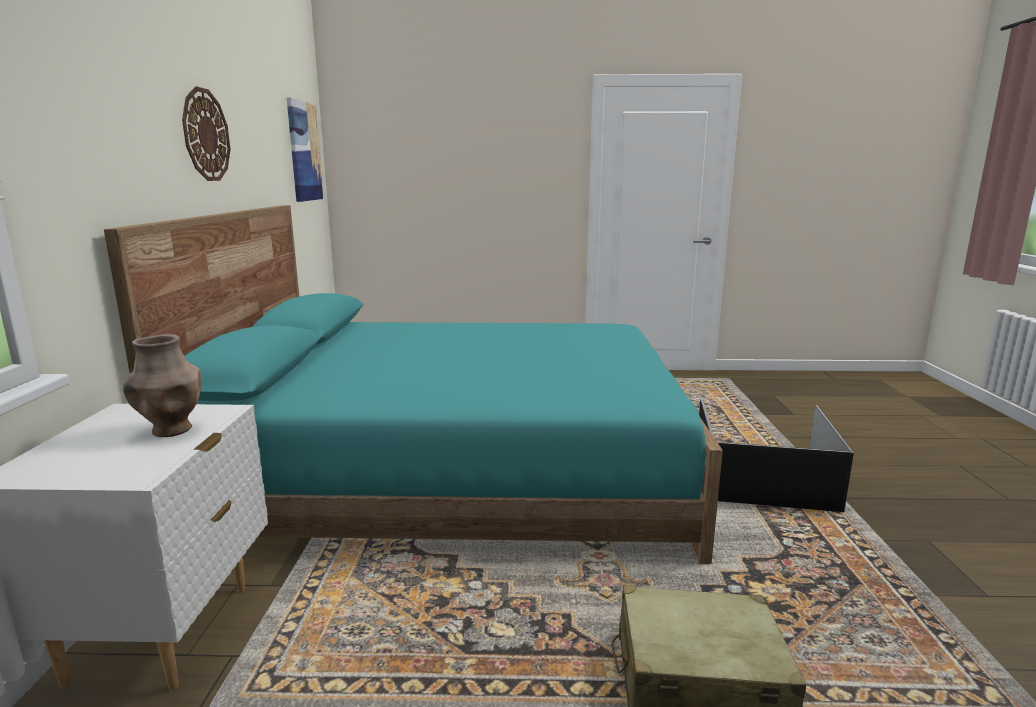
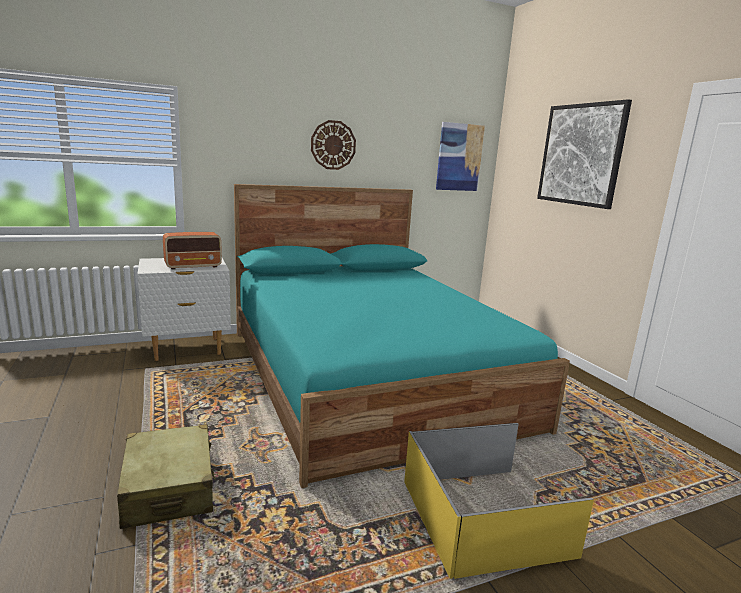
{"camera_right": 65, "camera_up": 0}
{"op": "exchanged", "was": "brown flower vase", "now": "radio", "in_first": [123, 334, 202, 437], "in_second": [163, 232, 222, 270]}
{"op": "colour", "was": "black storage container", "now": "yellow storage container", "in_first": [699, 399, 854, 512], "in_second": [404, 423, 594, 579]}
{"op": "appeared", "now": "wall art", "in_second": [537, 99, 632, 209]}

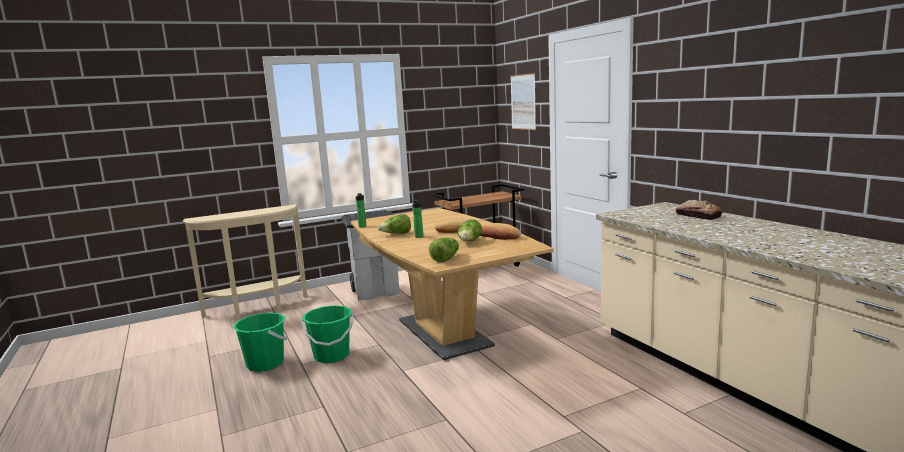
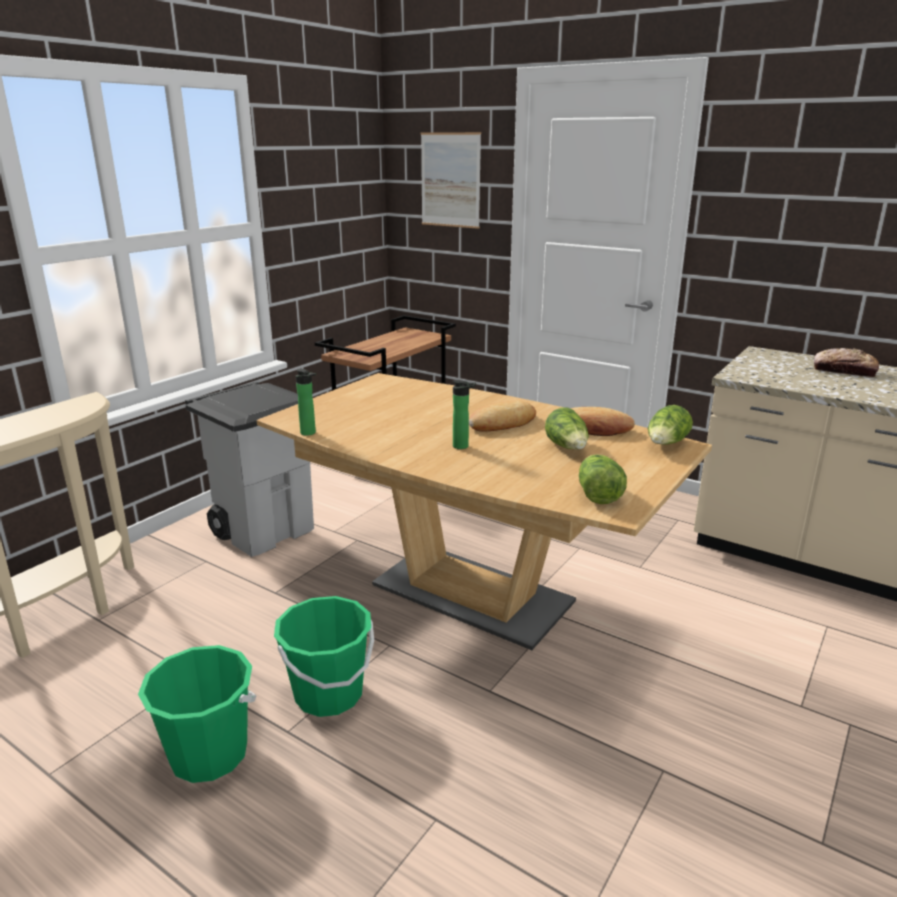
{"camera_right": -30, "camera_up": 10}
{"op": "relocated", "was": "head of lettuce", "in_first": [378, 214, 411, 234], "in_second": [648, 405, 693, 445]}

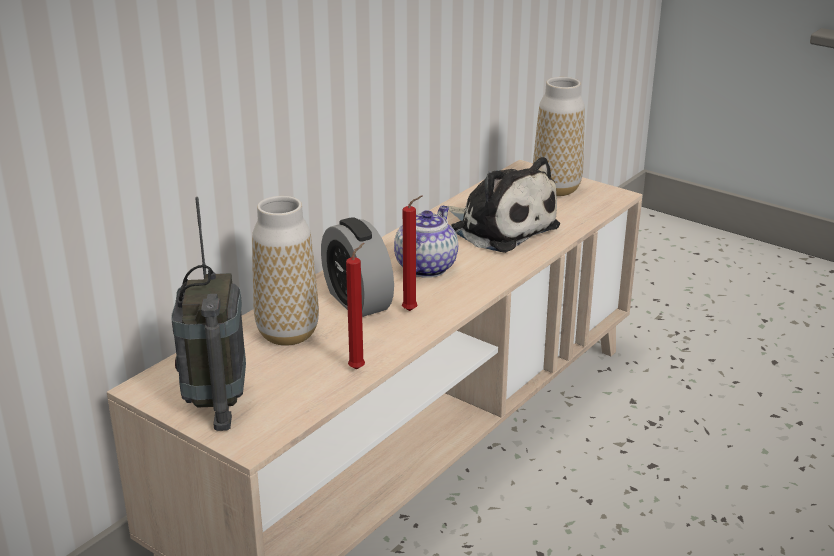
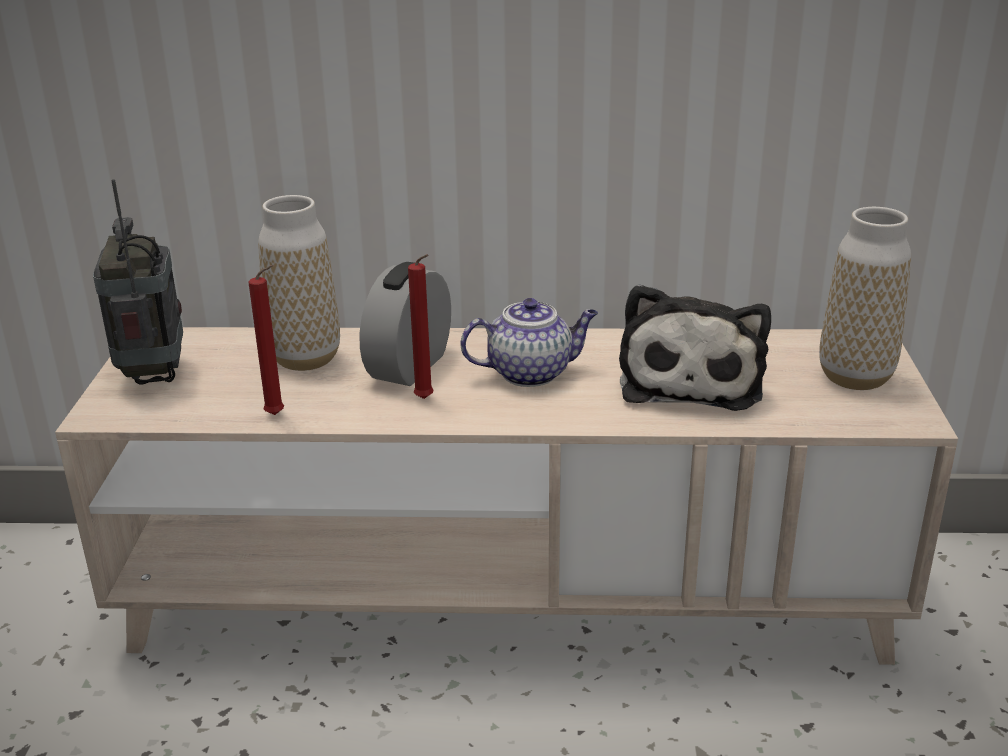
{"camera_right": 55, "camera_up": 0}
{"op": "spun", "was": "radio", "in_first": [171, 197, 246, 431], "in_second": [93, 179, 183, 385], "clockwise": 120}

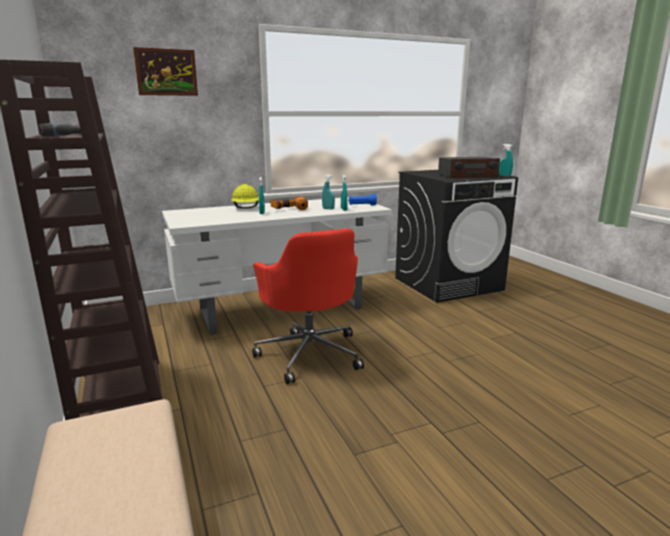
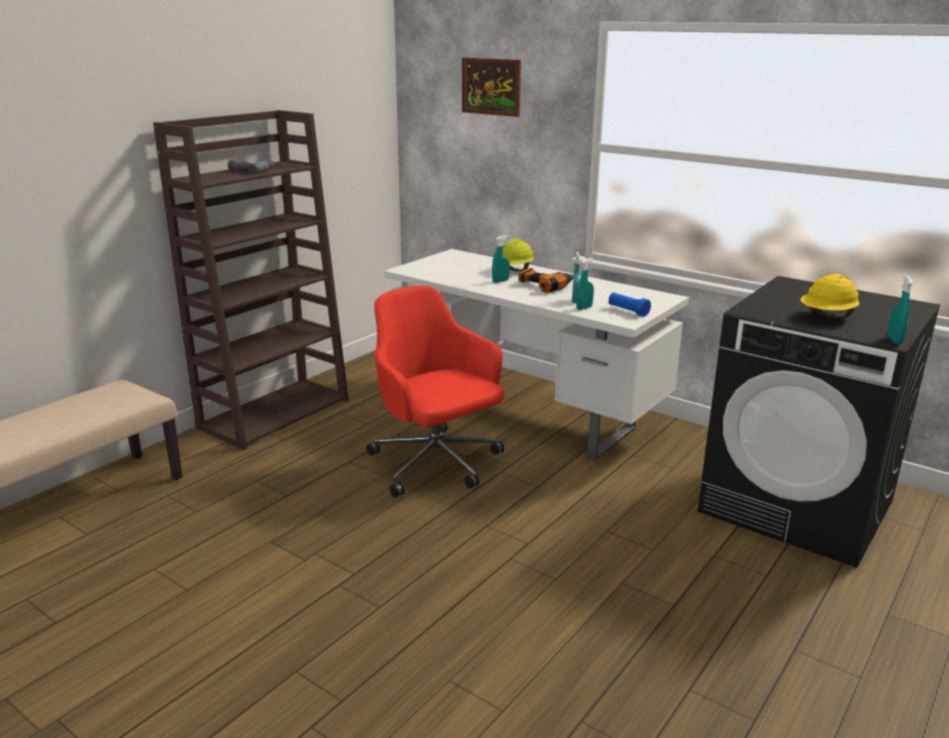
{"camera_right": 60, "camera_up": 5}
{"op": "spun", "was": "red-coloured computer chair", "in_first": [252, 228, 364, 384], "in_second": [366, 286, 504, 497], "clockwise": 105}
{"op": "exchanged", "was": "radio", "now": "yellow work helmet", "in_first": [438, 157, 500, 178], "in_second": [801, 274, 859, 318]}

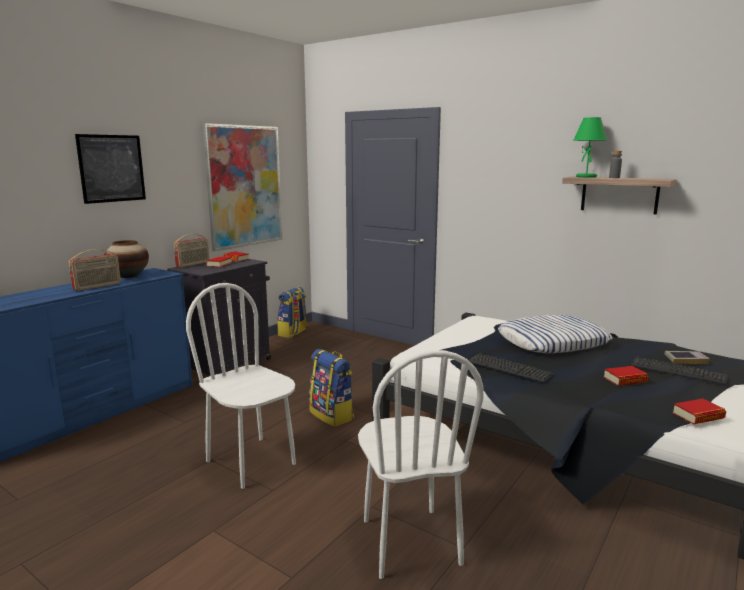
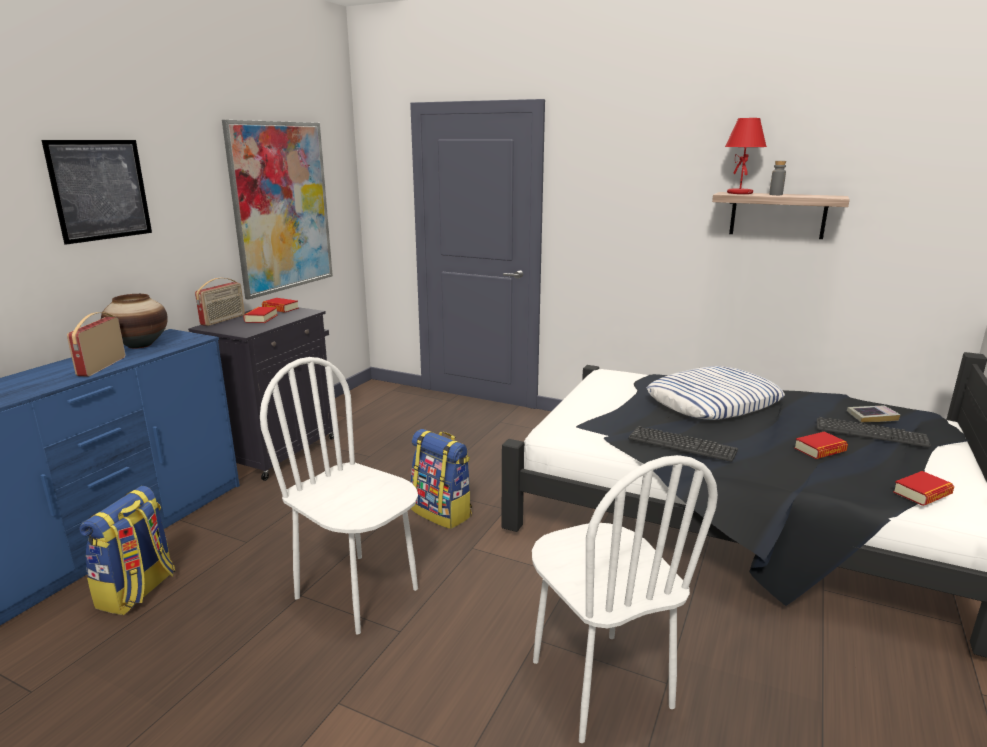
{"camera_right": -10, "camera_up": 5}
{"op": "spun", "was": "radio", "in_first": [69, 249, 121, 291], "in_second": [67, 312, 125, 376], "clockwise": 150}
{"op": "relocated", "was": "rucksack", "in_first": [277, 287, 308, 338], "in_second": [79, 486, 175, 615]}
{"op": "colour", "was": "green-coloured table lamp", "now": "red-coloured table lamp", "in_first": [573, 117, 607, 177], "in_second": [725, 118, 767, 194]}

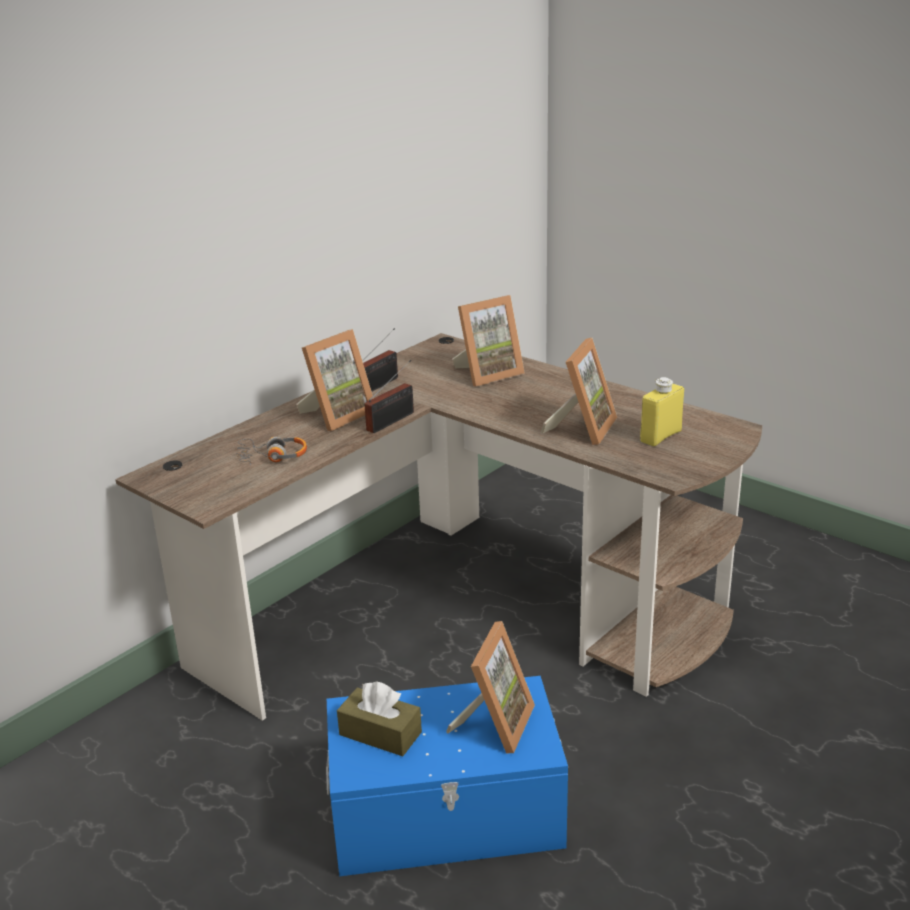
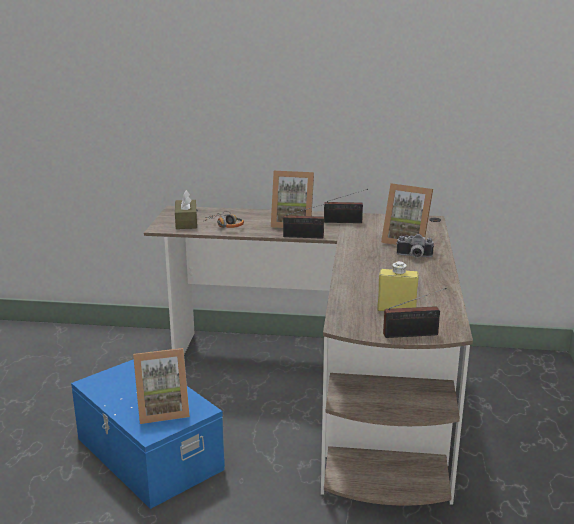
{"camera_right": 55, "camera_up": -5}
{"op": "relocated", "was": "brown box of tissues", "in_first": [337, 681, 422, 756], "in_second": [175, 190, 197, 229]}
{"op": "appeared", "now": "radio", "in_second": [383, 288, 447, 338]}
{"op": "appeared", "now": "still camera", "in_second": [396, 234, 434, 258]}
{"op": "missing", "was": "photo frame", "in_first": [541, 338, 617, 445]}

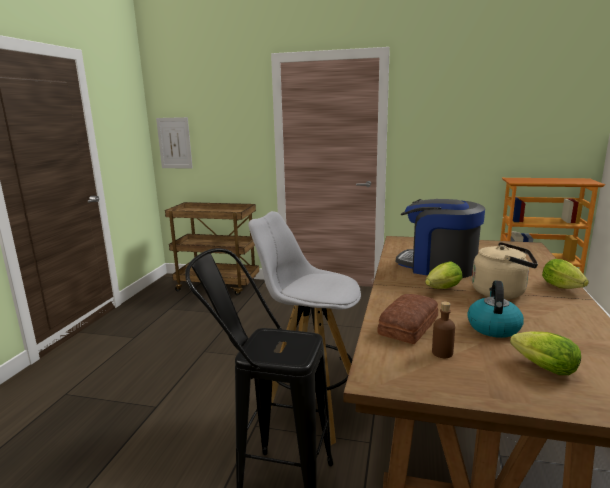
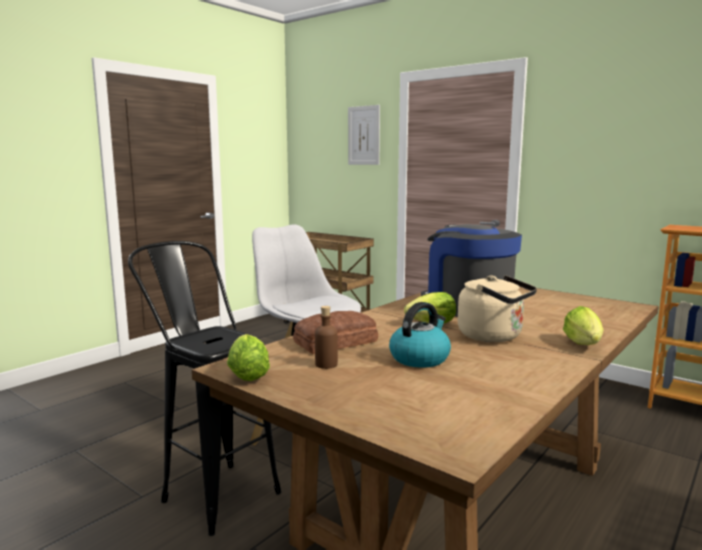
{"camera_right": 25, "camera_up": -5}
{"op": "relocated", "was": "head of lettuce", "in_first": [510, 331, 581, 375], "in_second": [227, 334, 270, 381]}
{"op": "relocated", "was": "wall art", "in_first": [156, 117, 193, 168], "in_second": [348, 105, 380, 165]}

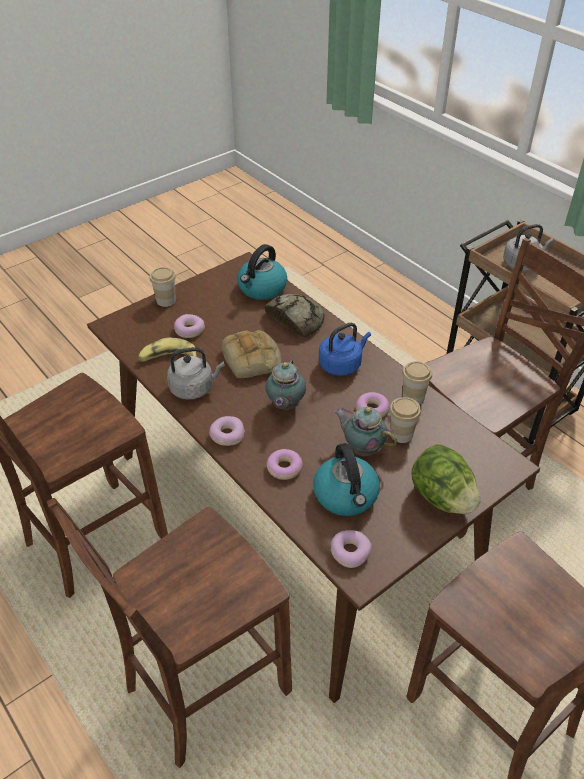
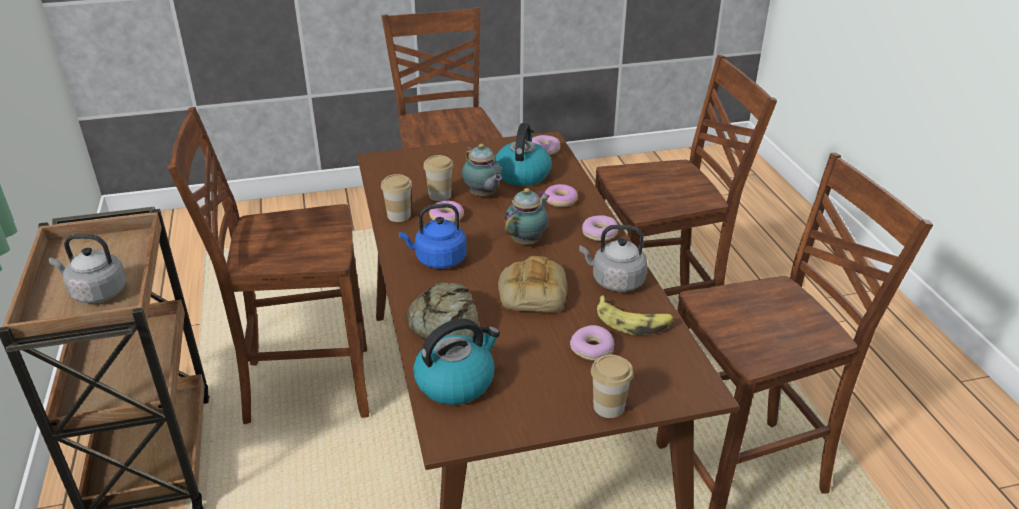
{"camera_right": -155, "camera_up": -10}
{"op": "missing", "was": "head of lettuce", "in_first": [412, 444, 480, 514]}

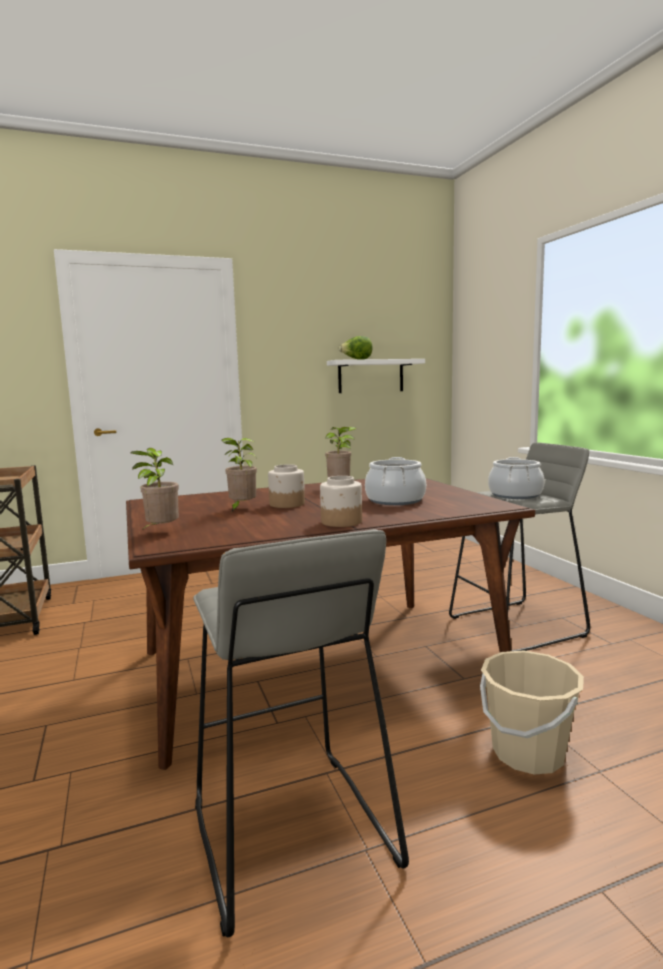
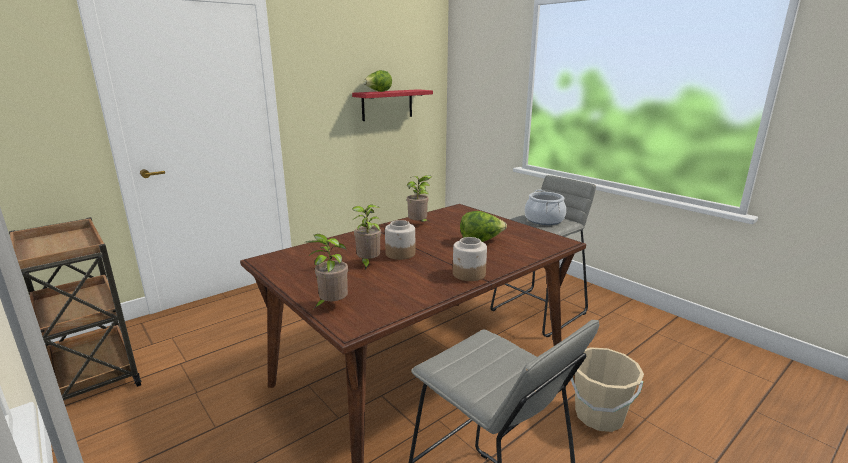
{"camera_right": -20, "camera_up": 10}
{"op": "colour", "was": "white-coloured bracket shelf", "now": "red-coloured bracket shelf", "in_first": [327, 359, 425, 393], "in_second": [352, 89, 433, 121]}
{"op": "exchanged", "was": "stockpot", "now": "head of lettuce", "in_first": [365, 457, 426, 505], "in_second": [460, 211, 507, 242]}

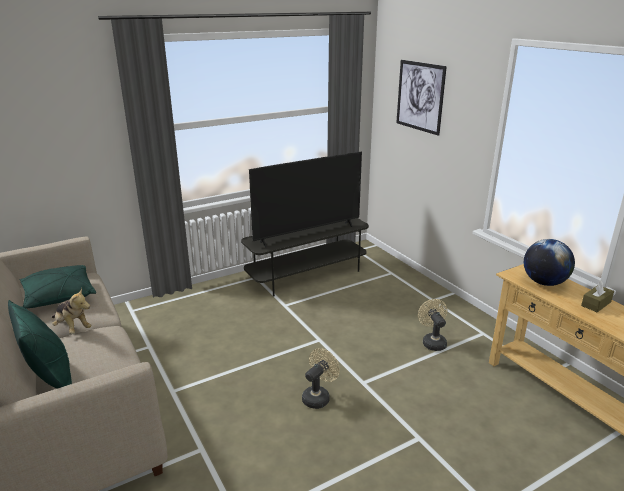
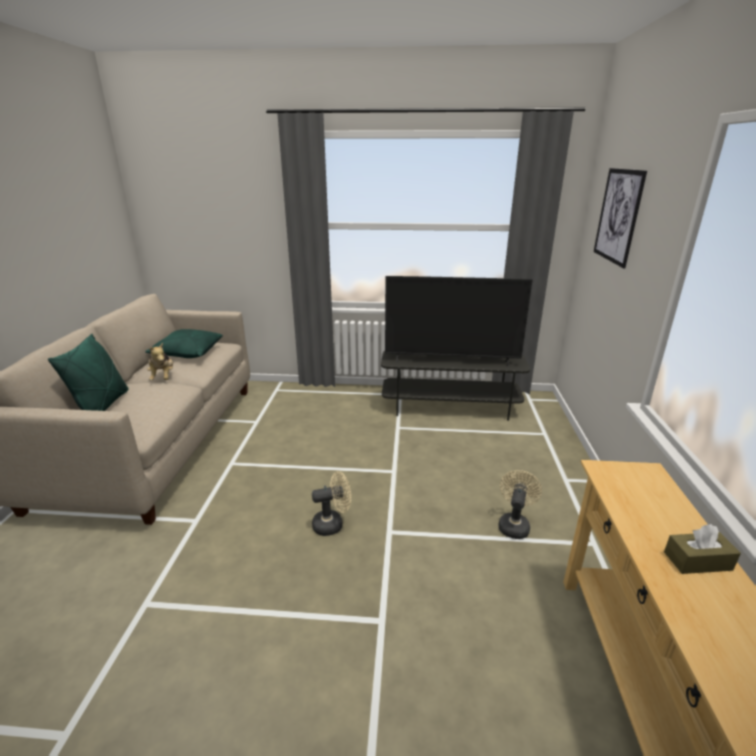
{"camera_right": 35, "camera_up": 0}
{"op": "missing", "was": "globe", "in_first": [524, 239, 575, 286]}

